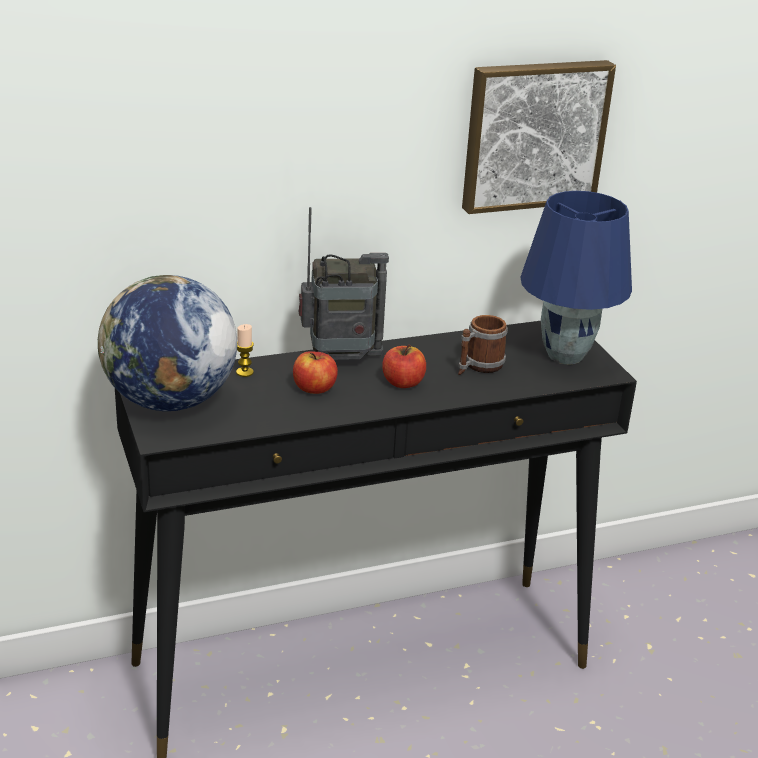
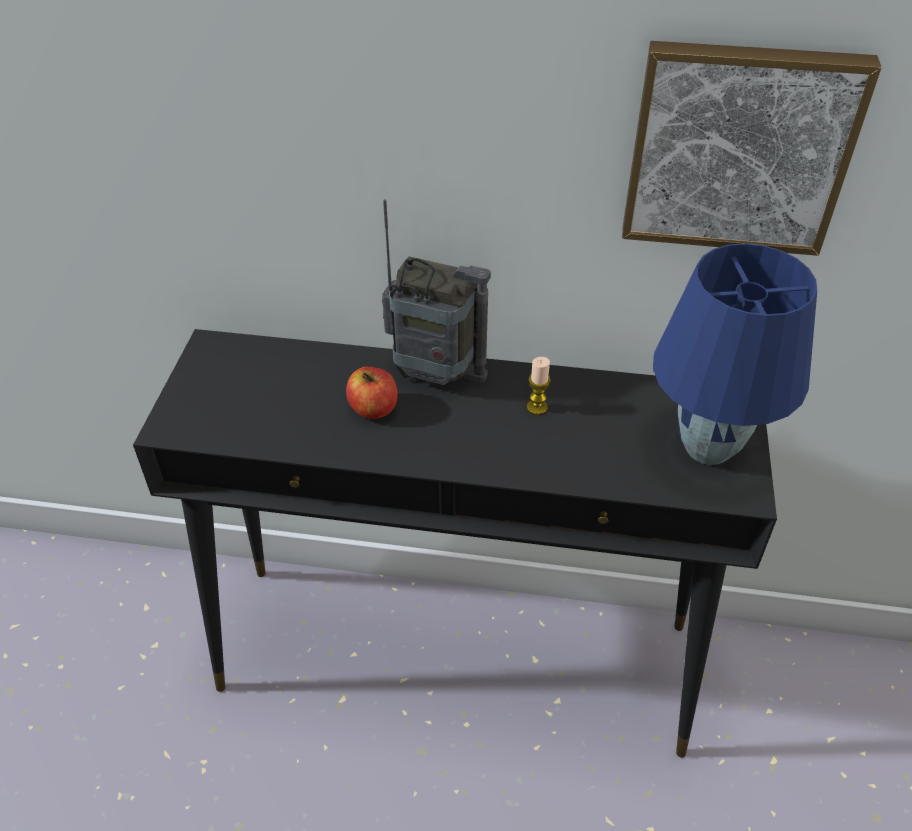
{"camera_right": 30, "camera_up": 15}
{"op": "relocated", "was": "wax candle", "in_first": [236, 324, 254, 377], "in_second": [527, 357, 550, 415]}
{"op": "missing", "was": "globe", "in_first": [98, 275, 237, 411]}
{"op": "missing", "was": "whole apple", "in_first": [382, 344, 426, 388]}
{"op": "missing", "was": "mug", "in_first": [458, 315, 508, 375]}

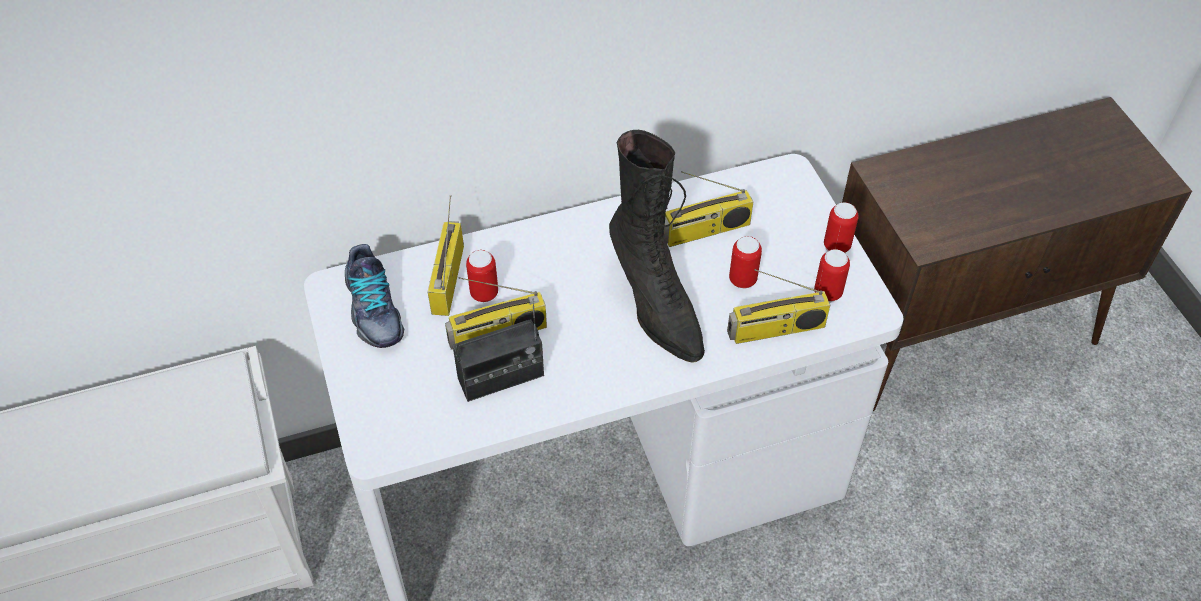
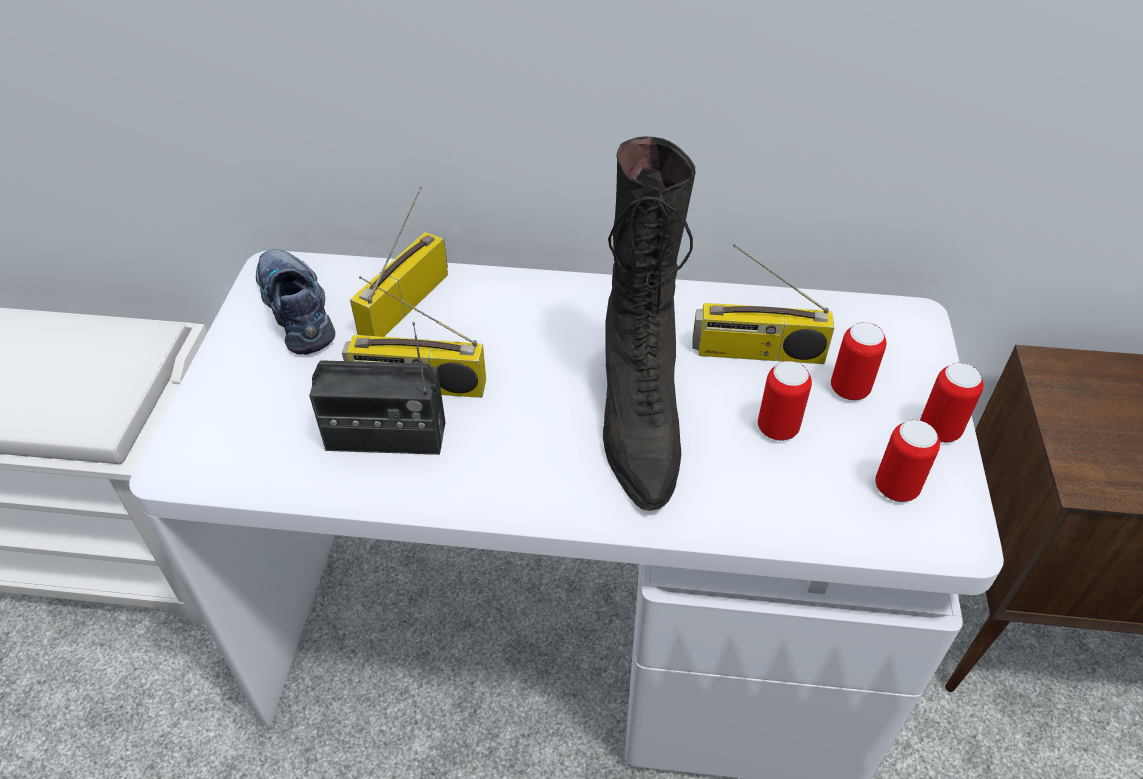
{"camera_right": 25, "camera_up": -5}
{"op": "spun", "was": "shoe", "in_first": [345, 244, 404, 348], "in_second": [256, 249, 335, 355], "clockwise": 150}
{"op": "relocated", "was": "metal can", "in_first": [466, 250, 498, 302], "in_second": [831, 322, 886, 400]}
{"op": "missing", "was": "radio", "in_first": [727, 269, 830, 344]}

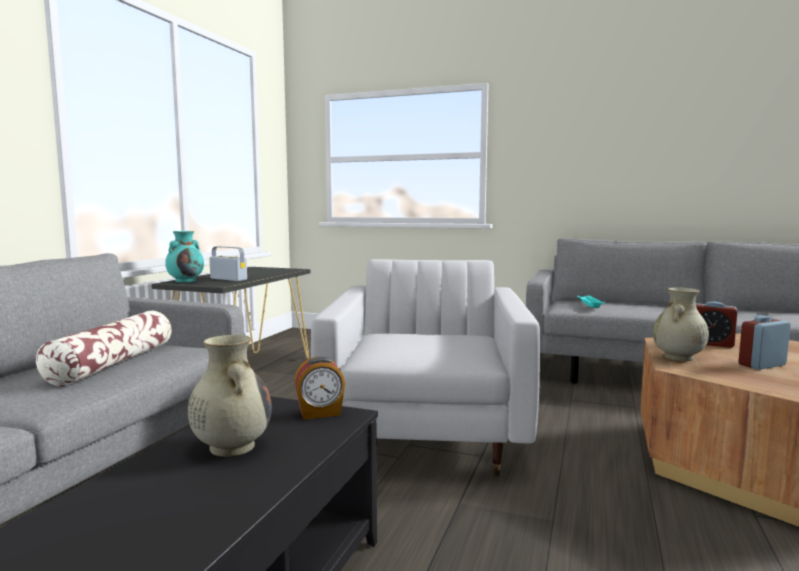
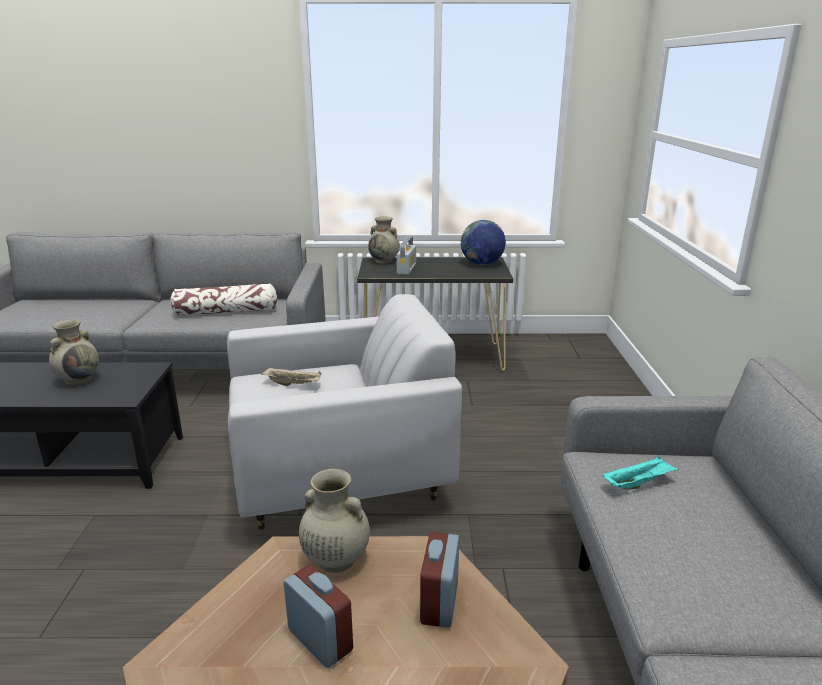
{"camera_right": 70, "camera_up": 15}
{"op": "appeared", "now": "sand-coloured tray", "in_second": [261, 367, 321, 386]}
{"op": "colour", "was": "blue-green flower vase", "now": "sand-coloured flower vase", "in_first": [165, 231, 204, 282], "in_second": [368, 217, 400, 264]}
{"op": "appeared", "now": "globe", "in_second": [461, 220, 506, 265]}
{"op": "missing", "was": "bedside clock", "in_first": [294, 356, 345, 420]}

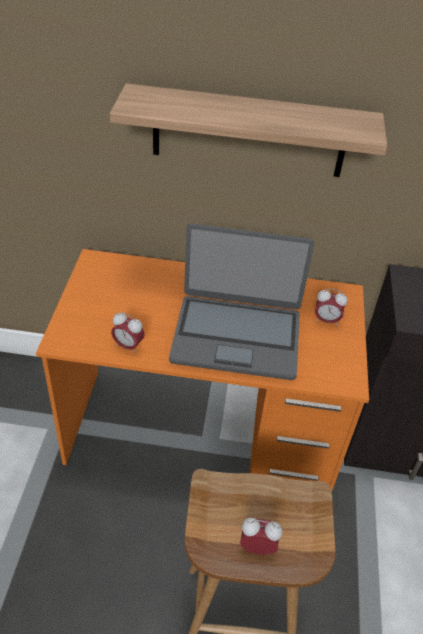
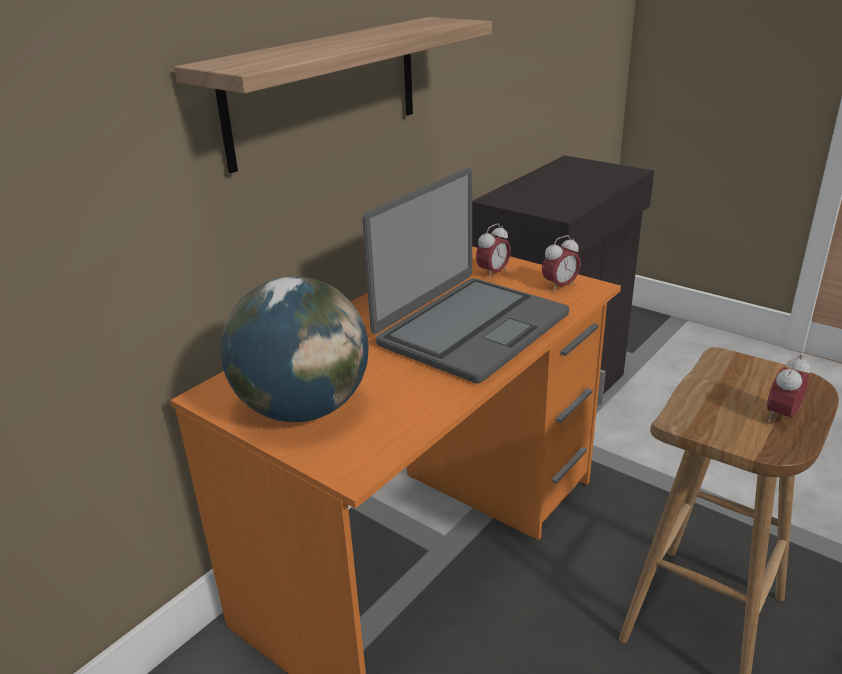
{"camera_right": -55, "camera_up": -15}
{"op": "appeared", "now": "globe", "in_second": [221, 276, 368, 422]}
{"op": "relocated", "was": "bedside clock", "in_first": [111, 312, 145, 354], "in_second": [542, 235, 581, 292]}

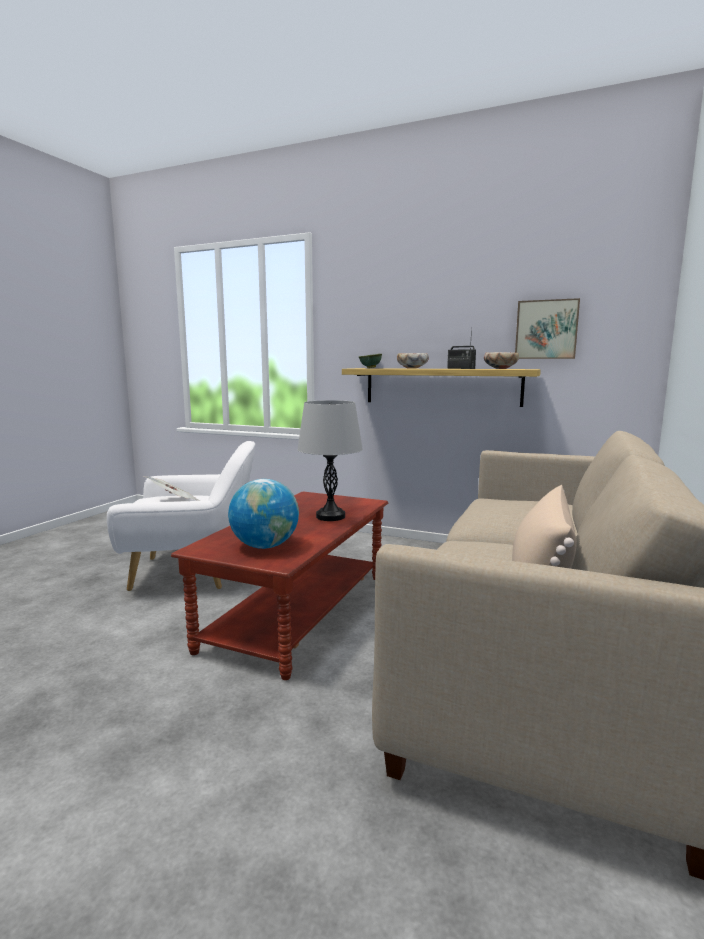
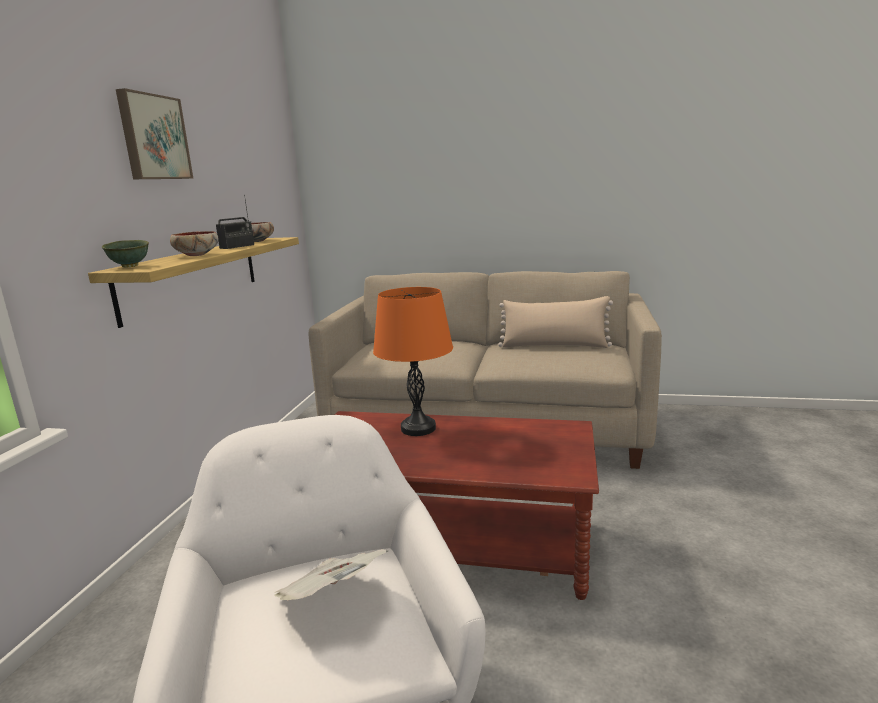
{"camera_right": -100, "camera_up": 5}
{"op": "relocated", "was": "wall art", "in_first": [515, 298, 580, 359], "in_second": [116, 88, 193, 179]}
{"op": "colour", "was": "gray table lamp", "now": "orange table lamp", "in_first": [297, 400, 363, 521], "in_second": [373, 287, 453, 436]}
{"op": "missing", "was": "globe", "in_first": [228, 479, 299, 549]}

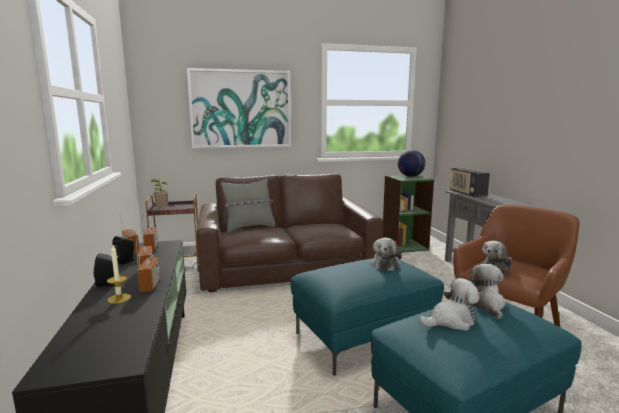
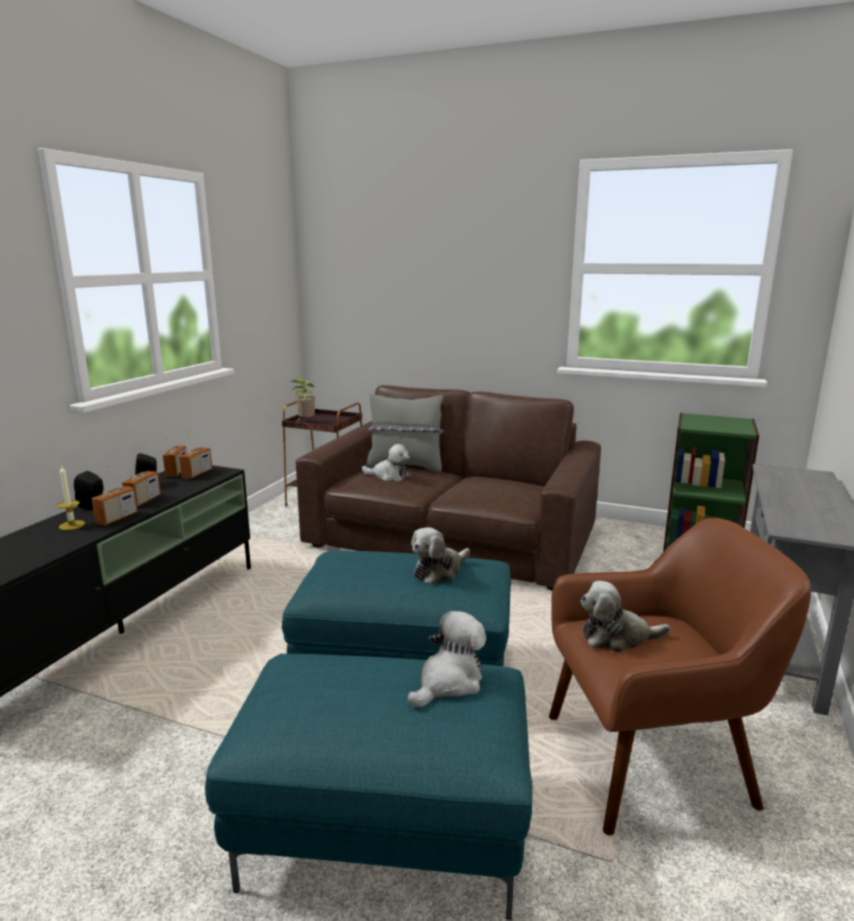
{"camera_right": 35, "camera_up": 5}
{"op": "relocated", "was": "cuddly toy", "in_first": [419, 278, 479, 331], "in_second": [362, 444, 410, 481]}
{"op": "missing", "was": "wall art", "in_first": [187, 68, 291, 148]}
{"op": "missing", "was": "globe", "in_first": [398, 150, 426, 177]}
{"op": "missing", "was": "radio", "in_first": [450, 168, 490, 197]}

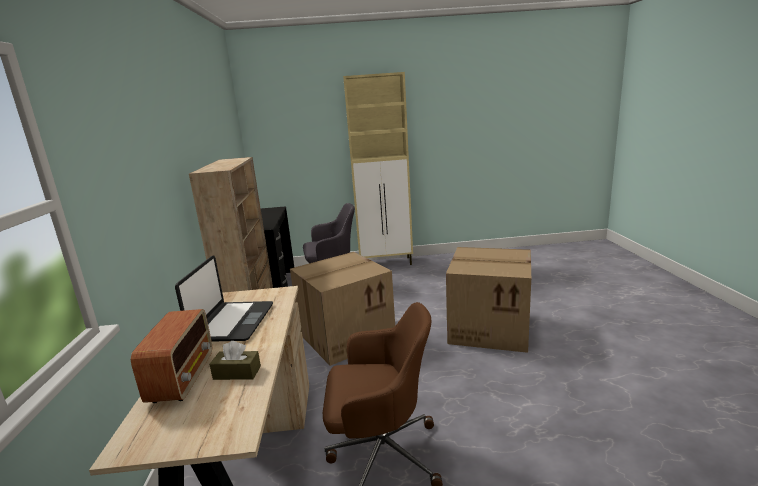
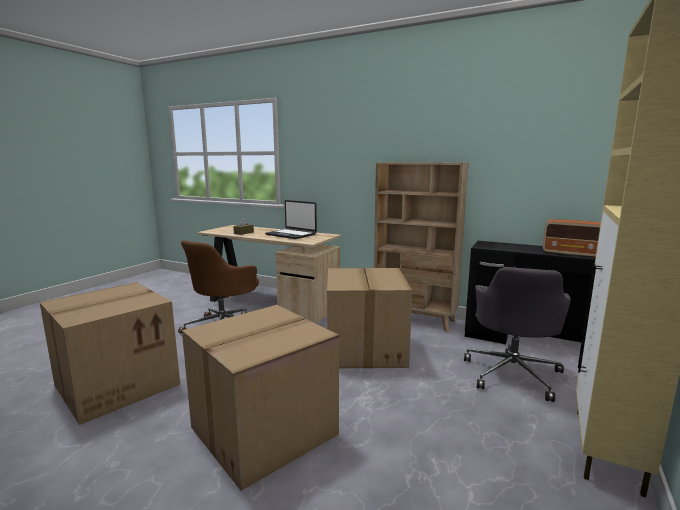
{"camera_right": 120, "camera_up": -5}
{"op": "appeared", "now": "cardboard box", "in_second": [39, 282, 180, 425]}
{"op": "relocated", "was": "radio", "in_first": [131, 309, 212, 403], "in_second": [543, 219, 601, 258]}

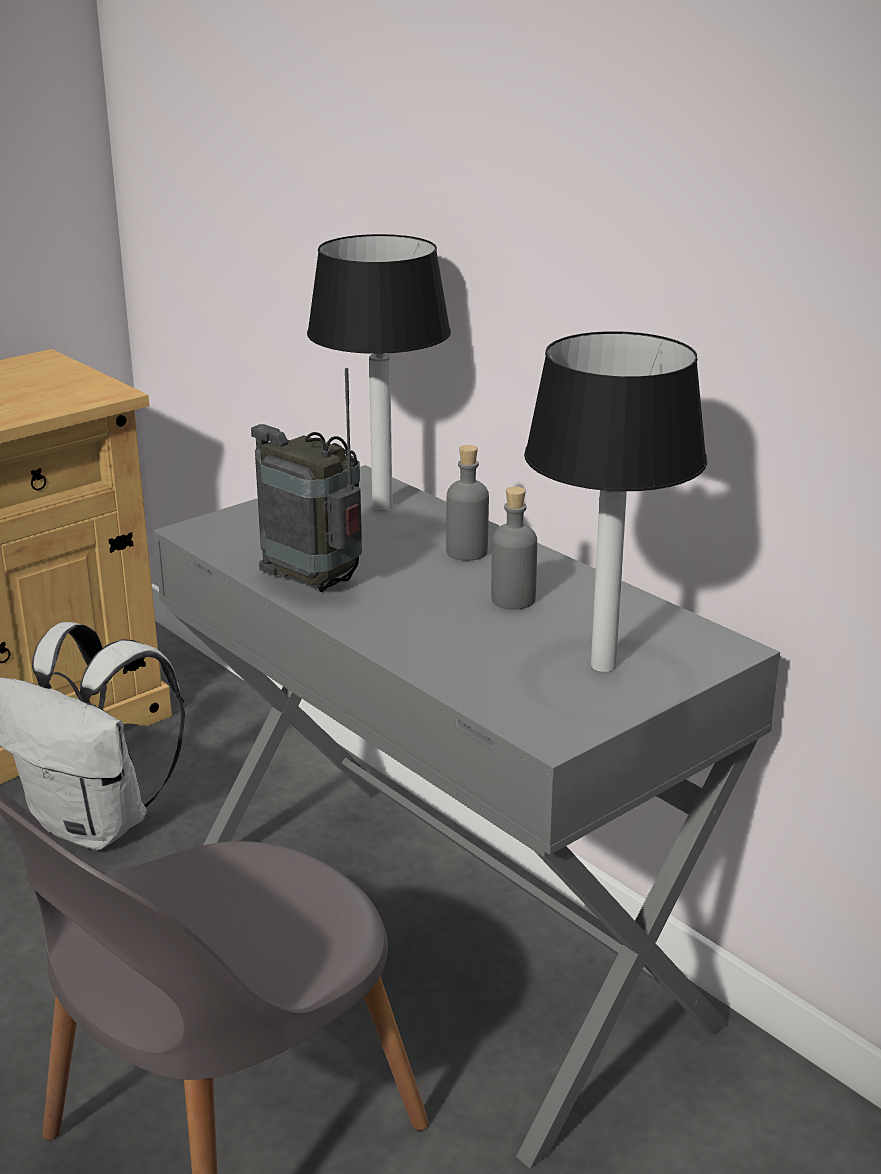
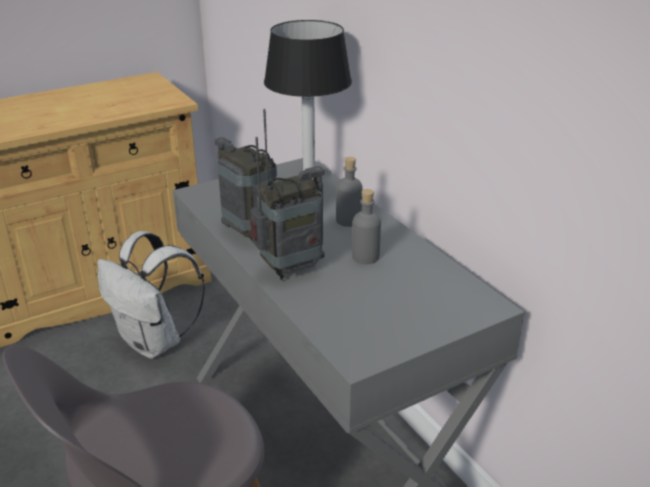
{"camera_right": 10, "camera_up": 5}
{"op": "appeared", "now": "radio", "in_second": [250, 137, 325, 280]}
{"op": "missing", "was": "table lamp", "in_first": [524, 331, 707, 672]}

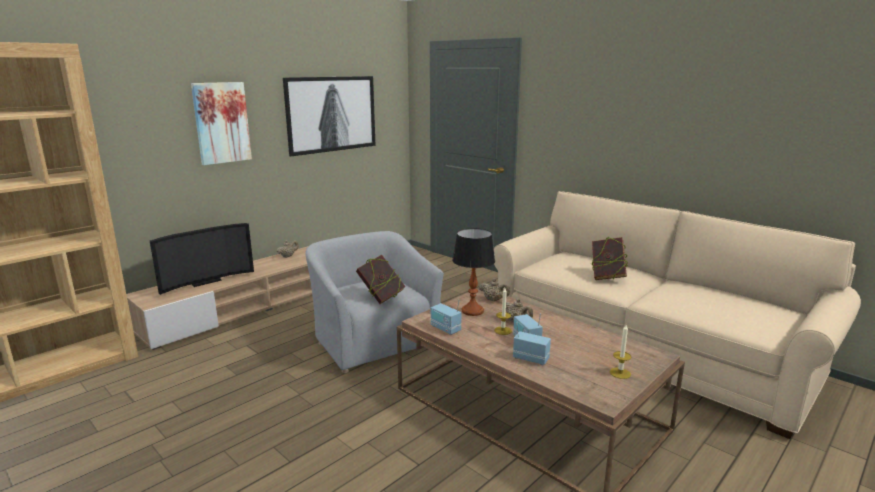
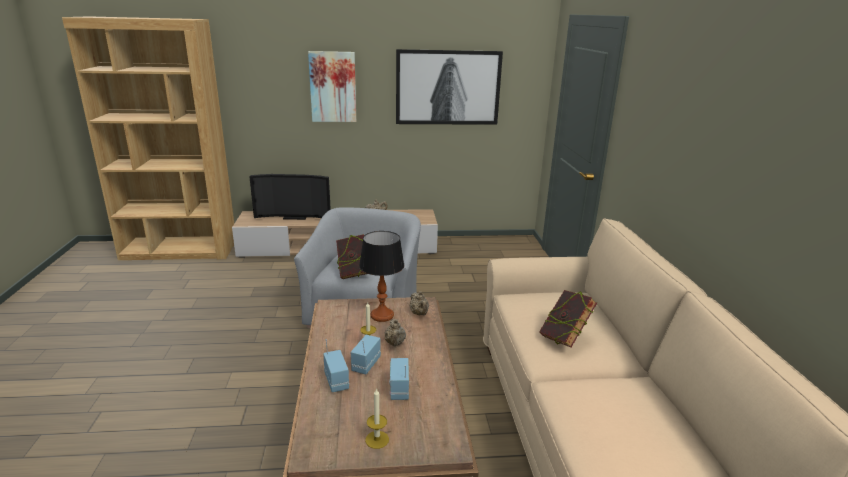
{"camera_right": 40, "camera_up": 5}
{"op": "relocated", "was": "radio", "in_first": [431, 300, 461, 335], "in_second": [389, 358, 409, 400]}

